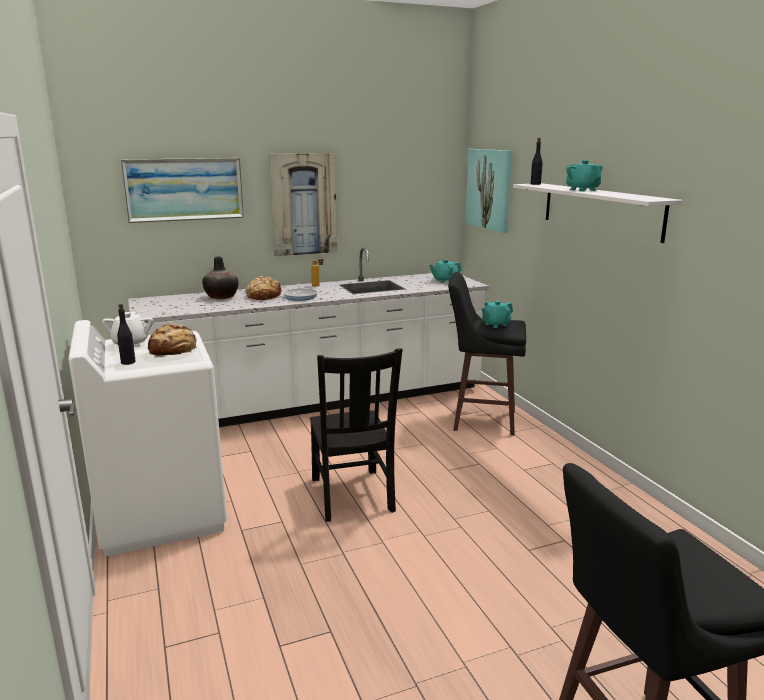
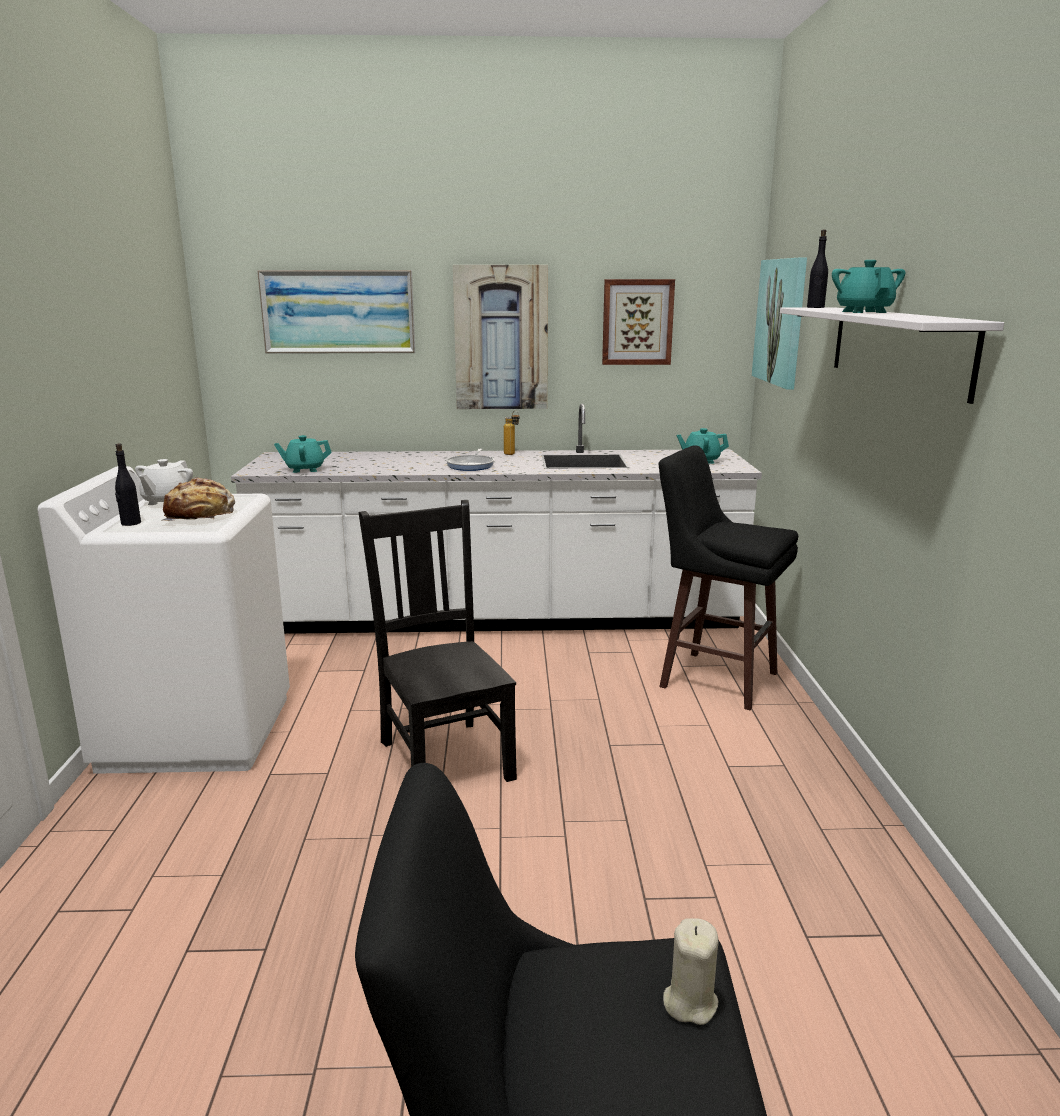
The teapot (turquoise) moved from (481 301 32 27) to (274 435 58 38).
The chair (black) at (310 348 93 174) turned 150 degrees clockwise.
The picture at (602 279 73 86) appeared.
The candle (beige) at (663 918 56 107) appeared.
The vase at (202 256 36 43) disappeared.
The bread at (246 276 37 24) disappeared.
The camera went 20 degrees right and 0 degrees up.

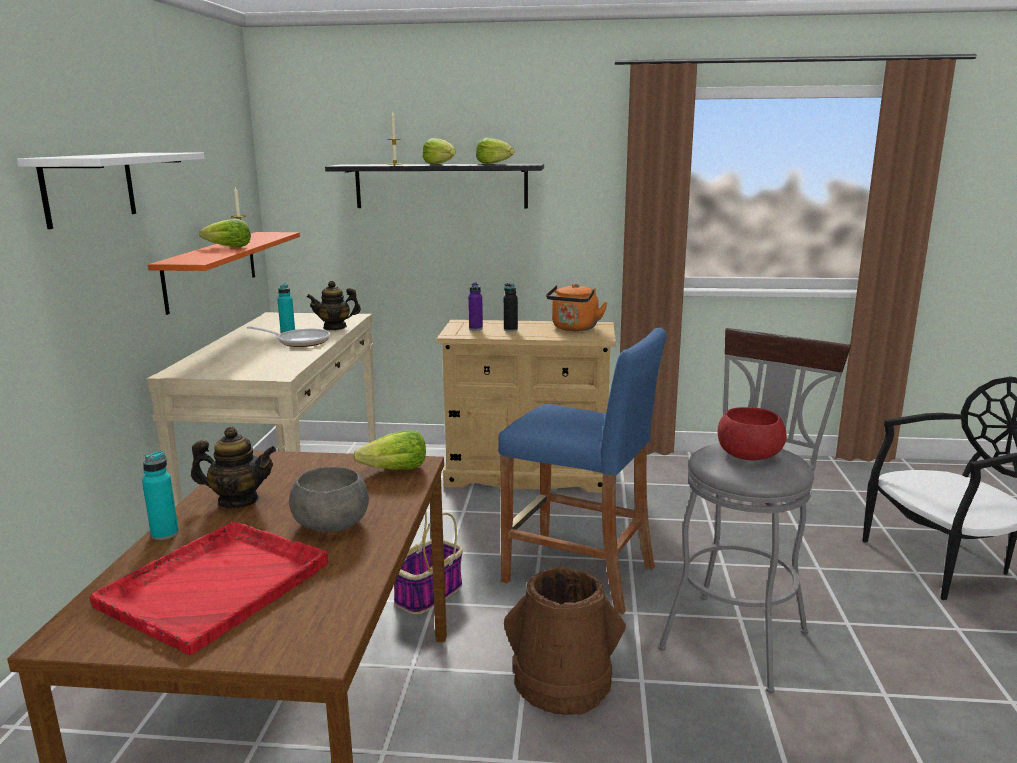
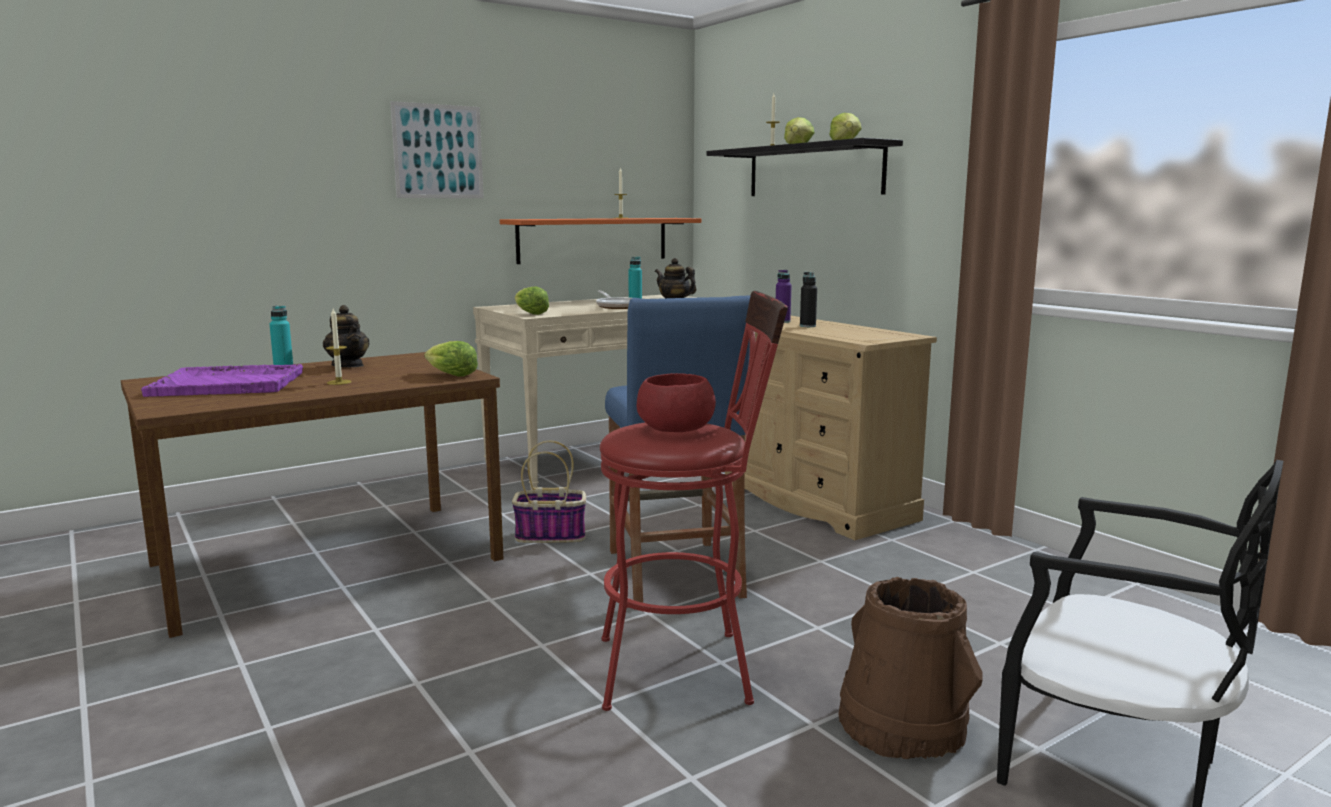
The tray (red) at (90 521 238 134) became the tray (purple) at (141 364 162 33).
The bowl (grey) at (289 467 80 66) was replaced by the candle at (326 308 26 77).
The shelf (white) at (17 153 187 76) was replaced by the picture at (390 101 94 97).
The lettuce moved from (199 219 52 29) to (515 287 34 28).
The stool (grey) at (658 328 193 365) became the stool (red) at (600 291 188 420).
The bucket (brown) moved from (504 566 122 149) to (838 577 145 182).
The kettle (orange) at (546 284 61 47) disappeared.
The camera went 50 degrees right and 5 degrees down.

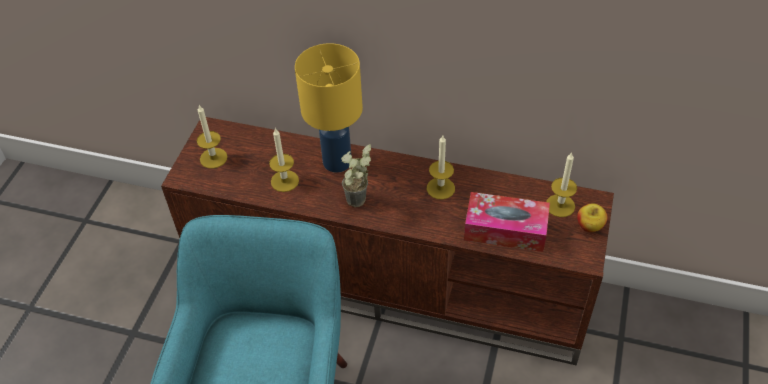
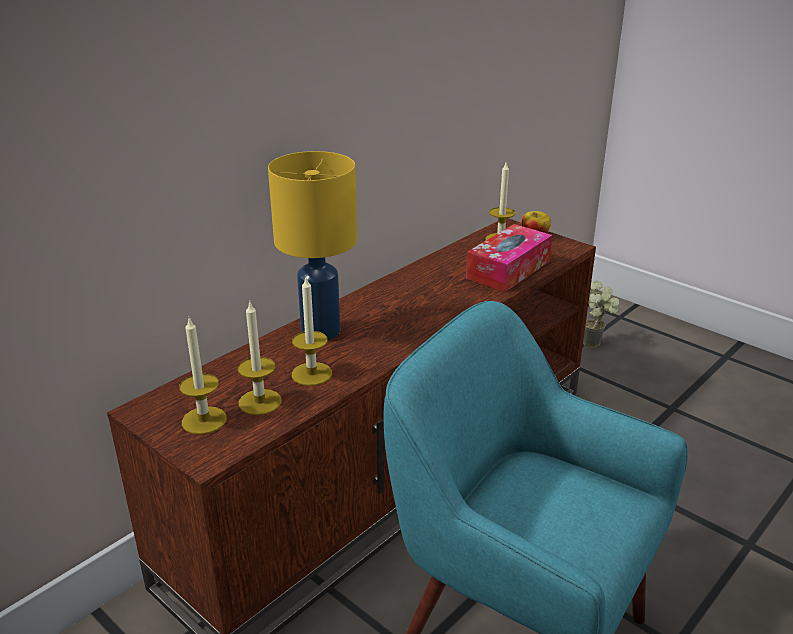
The candle moved from (427 135 28 65) to (238 302 44 113).
The potted plant moved from (341 144 30 63) to (583 281 36 67).
The camera went 65 degrees left and 20 degrees down.

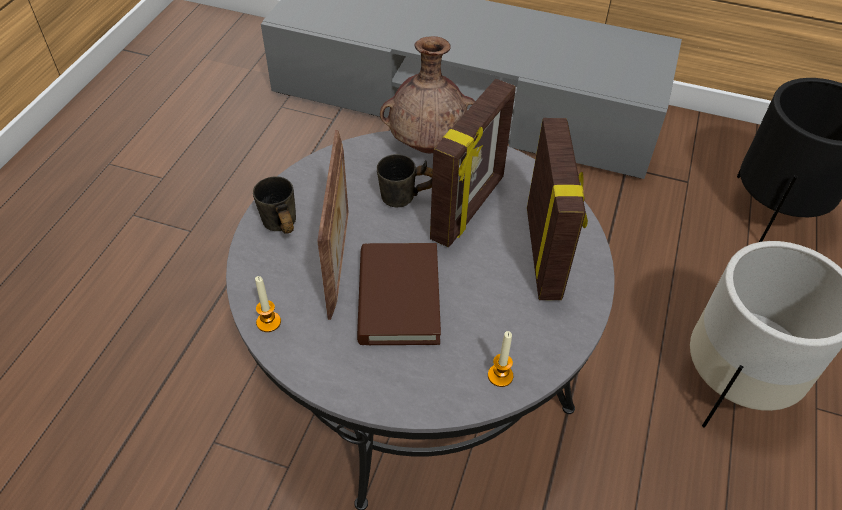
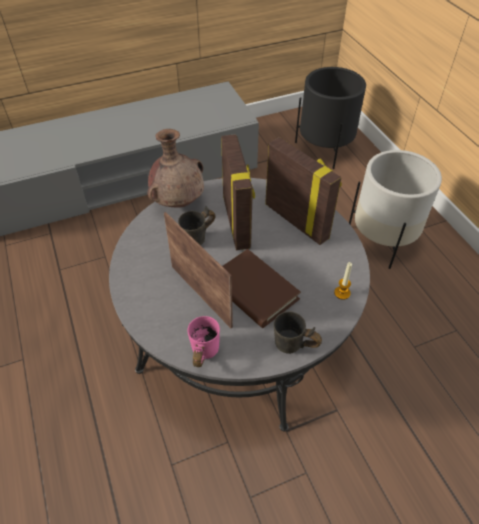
The candle at (255 276 26 56) was replaced by the mug (pink) at (187 316 33 51).
The mug (grey) moved from (253 176 43 58) to (274 312 48 42).
The camera went 40 degrees left and 0 degrees up.

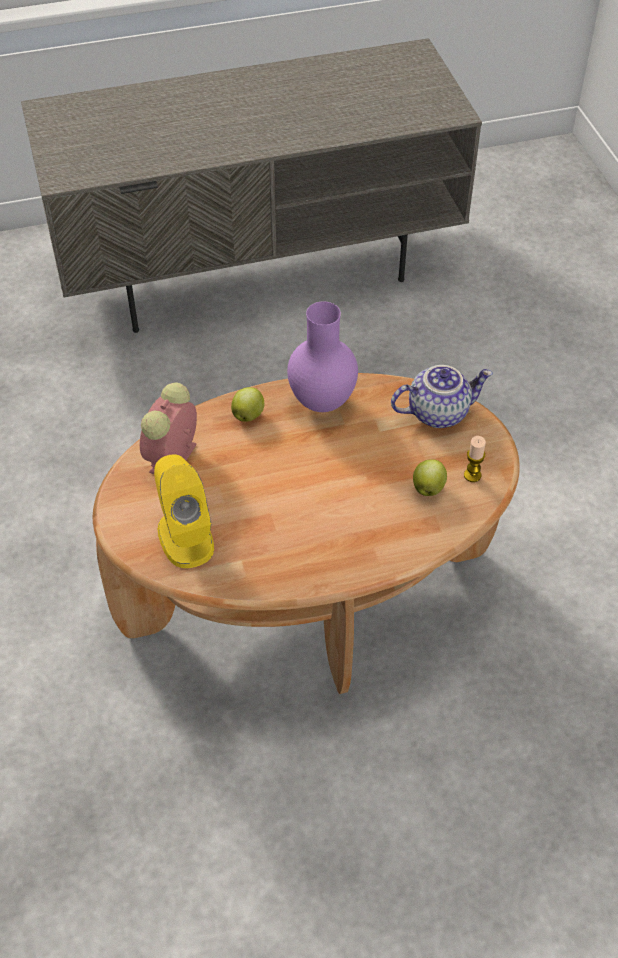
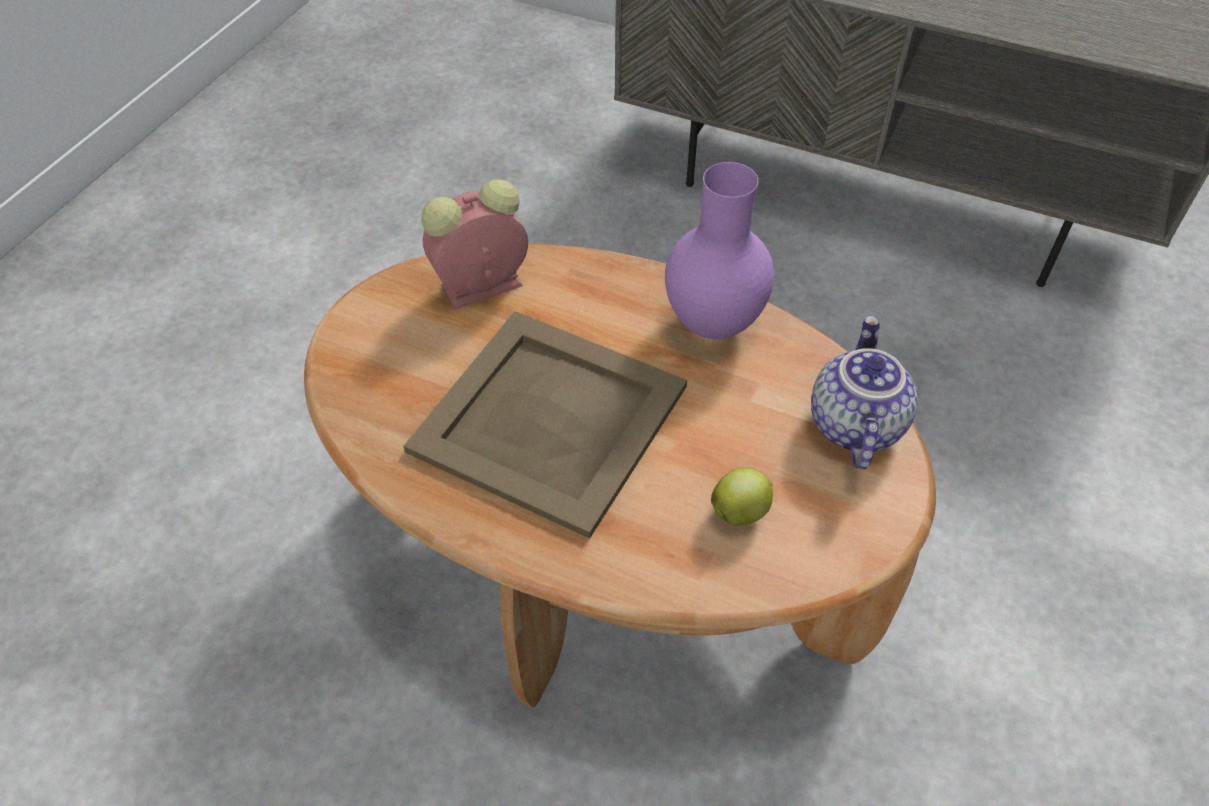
The tray (beige) at (403 311 284 228) appeared.
The teapot at (391 365 102 63) turned 105 degrees counterclockwise.
The speaker (yellow) at (154 454 60 114) disappeared.
The apple at (231 387 33 35) disappeared.
The candle at (464 436 22 46) disappeared.
The camera went 40 degrees right and 0 degrees up.

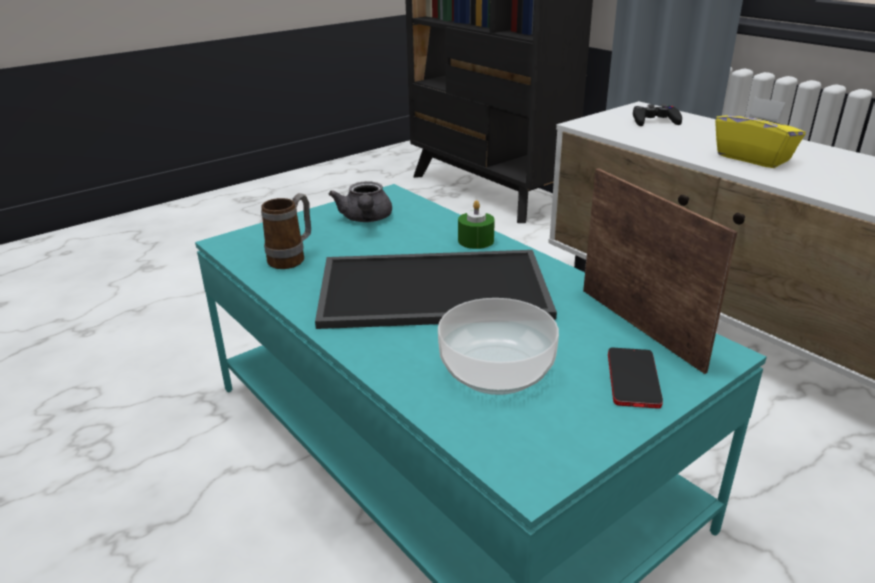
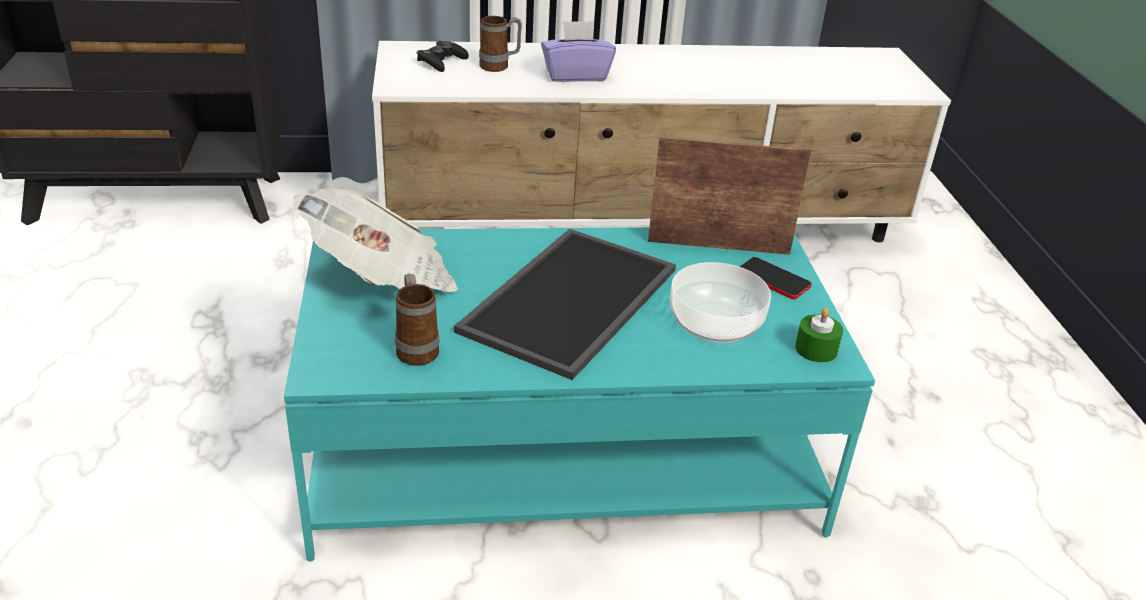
The teapot (grey) at (329 181 63 41) was replaced by the newspaper at (293 188 166 104).
The mug at (479 16 43 56) appeared.
The tissue box (yellow) at (715 97 91 71) became the tissue box (purple) at (541 21 75 61).
The candle (green) moved from (458 200 37 49) to (795 307 48 55).
The camera went 60 degrees left and 5 degrees up.

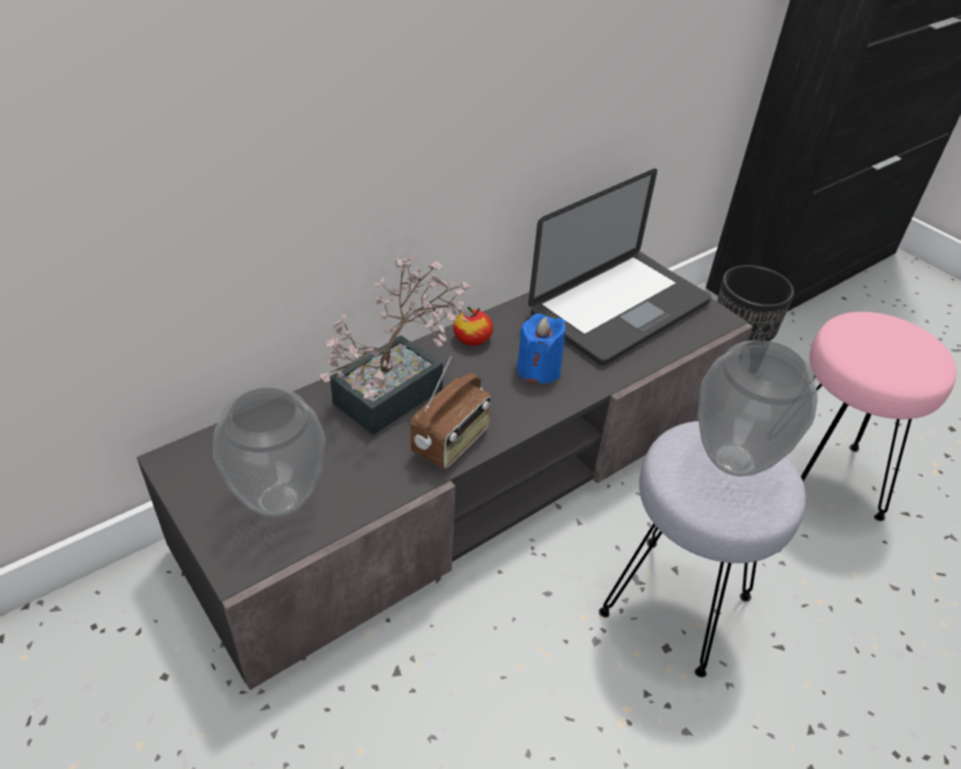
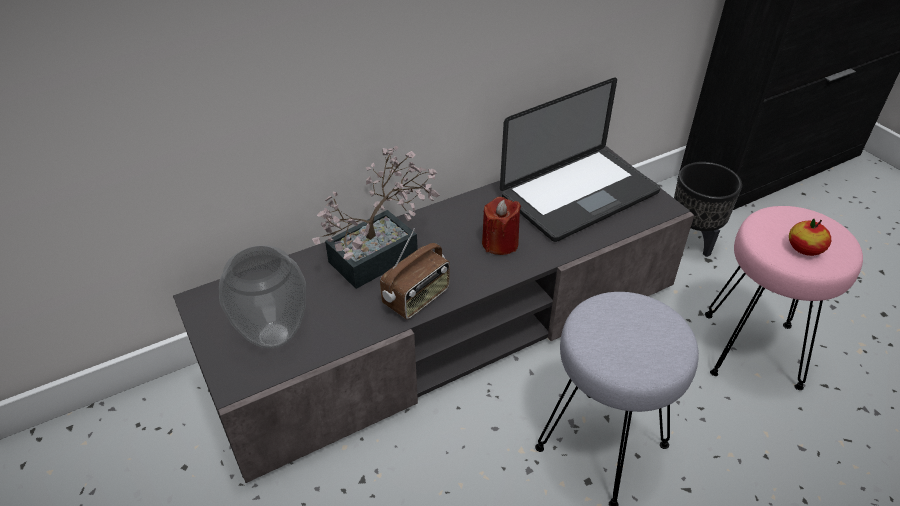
The candle (blue) at (517 314 49 70) became the candle (red) at (482 197 39 58).
The apple moved from (453 307 40 39) to (789 219 42 37).
The vase at (698 340 120 136) disappeared.
The camera went 10 degrees right and 0 degrees up.

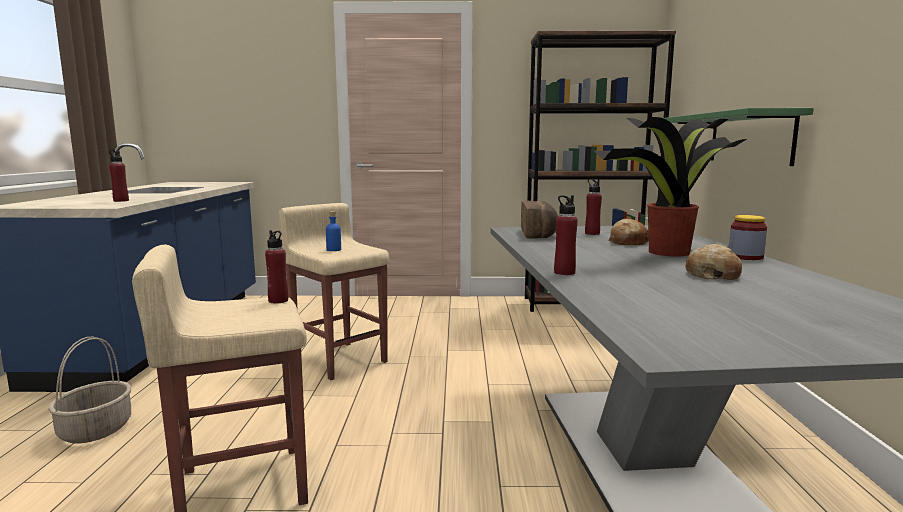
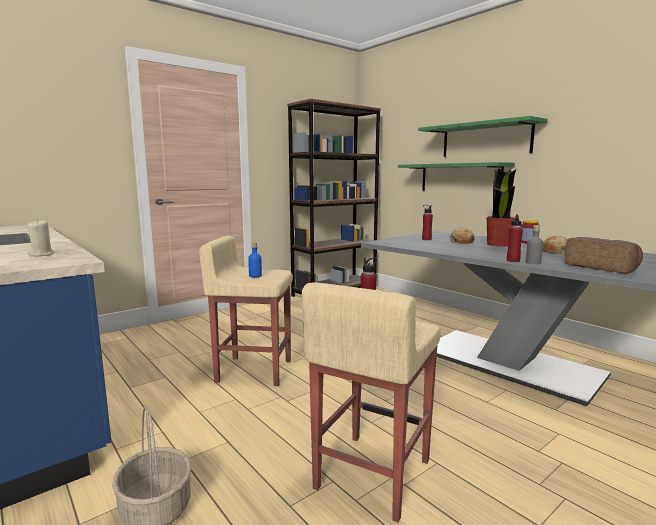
The bottle (red) at (109 150 20 52) was replaced by the candle (beige) at (28 219 26 37).
The shelf (green) at (418 116 130 41) appeared.
The bottle (grey) at (526 225 17 39) appeared.
The bread moved from (521 201 37 38) to (565 237 78 37).
The camera went 40 degrees left and 0 degrees up.

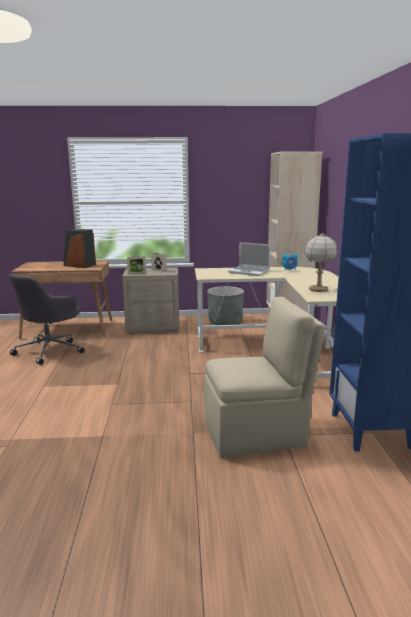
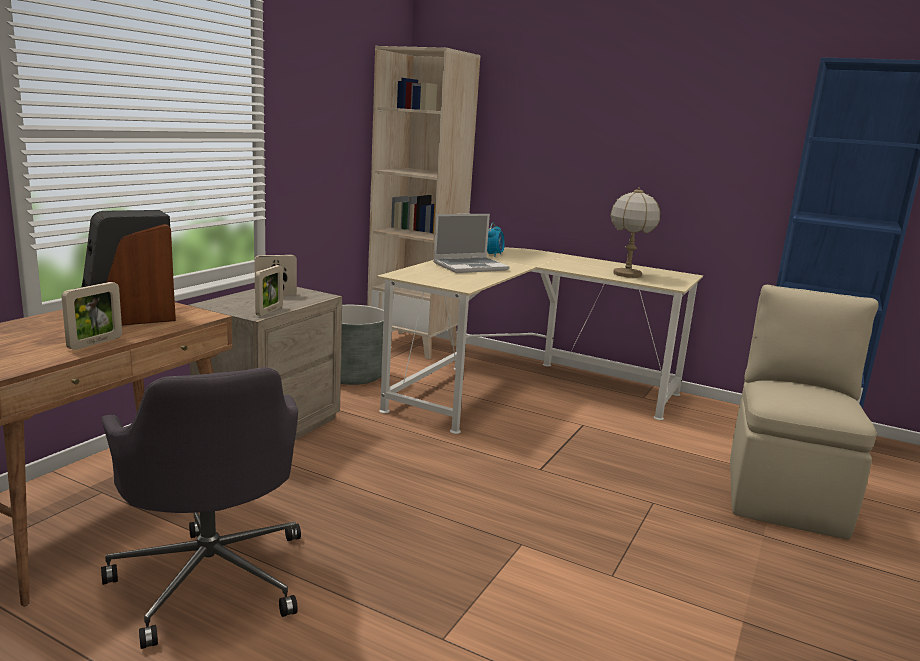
The picture frame at (62 282 60 68) appeared.
The camera went 60 degrees left and 0 degrees up.

